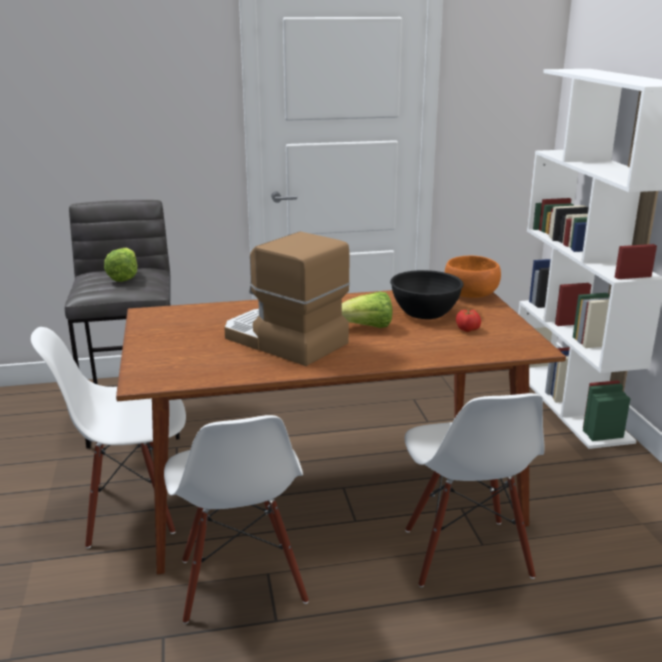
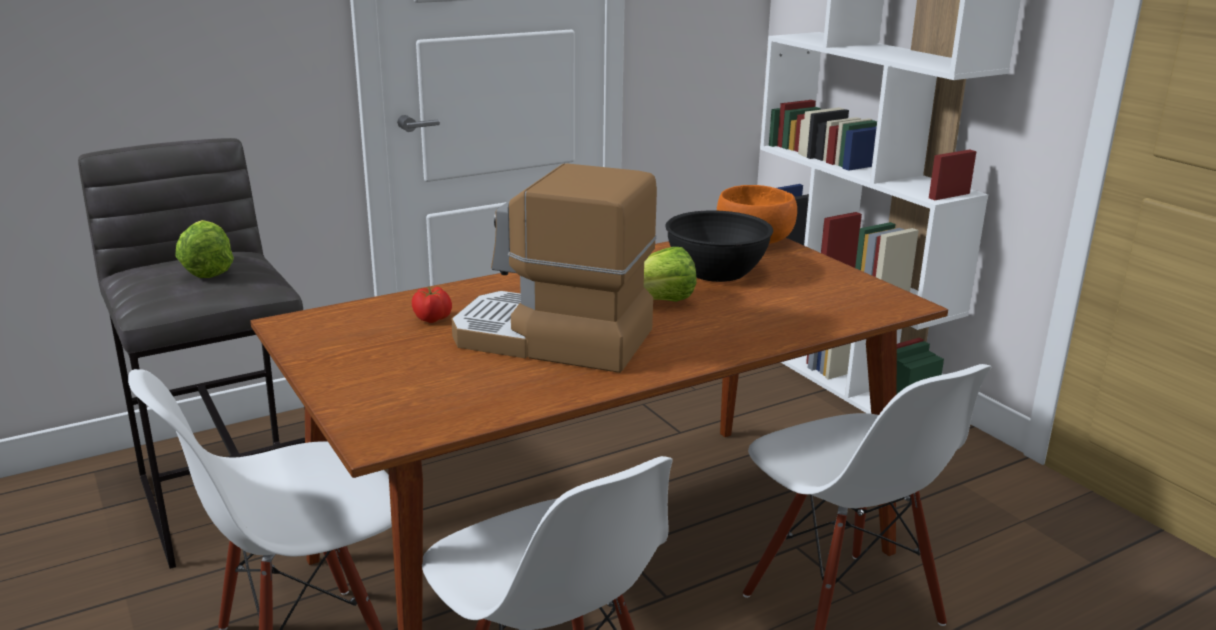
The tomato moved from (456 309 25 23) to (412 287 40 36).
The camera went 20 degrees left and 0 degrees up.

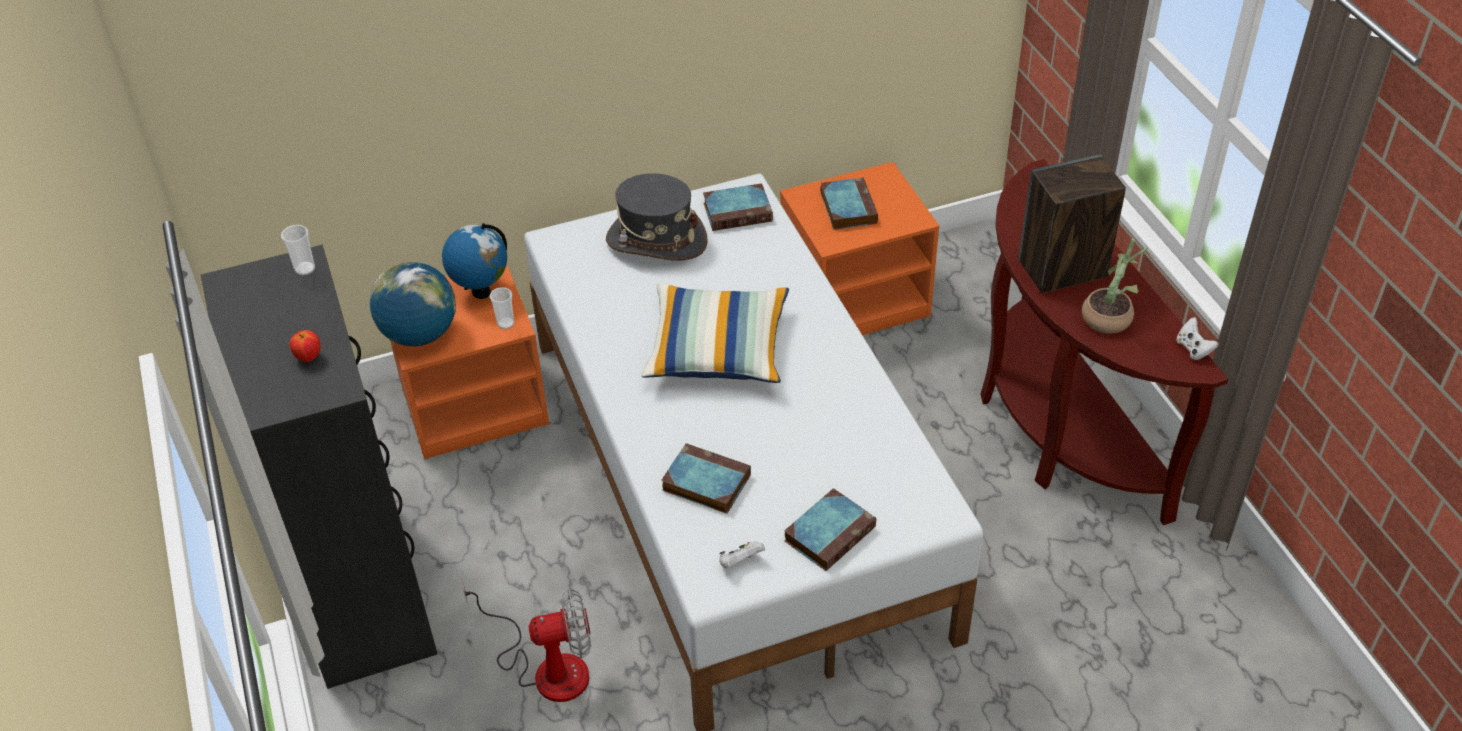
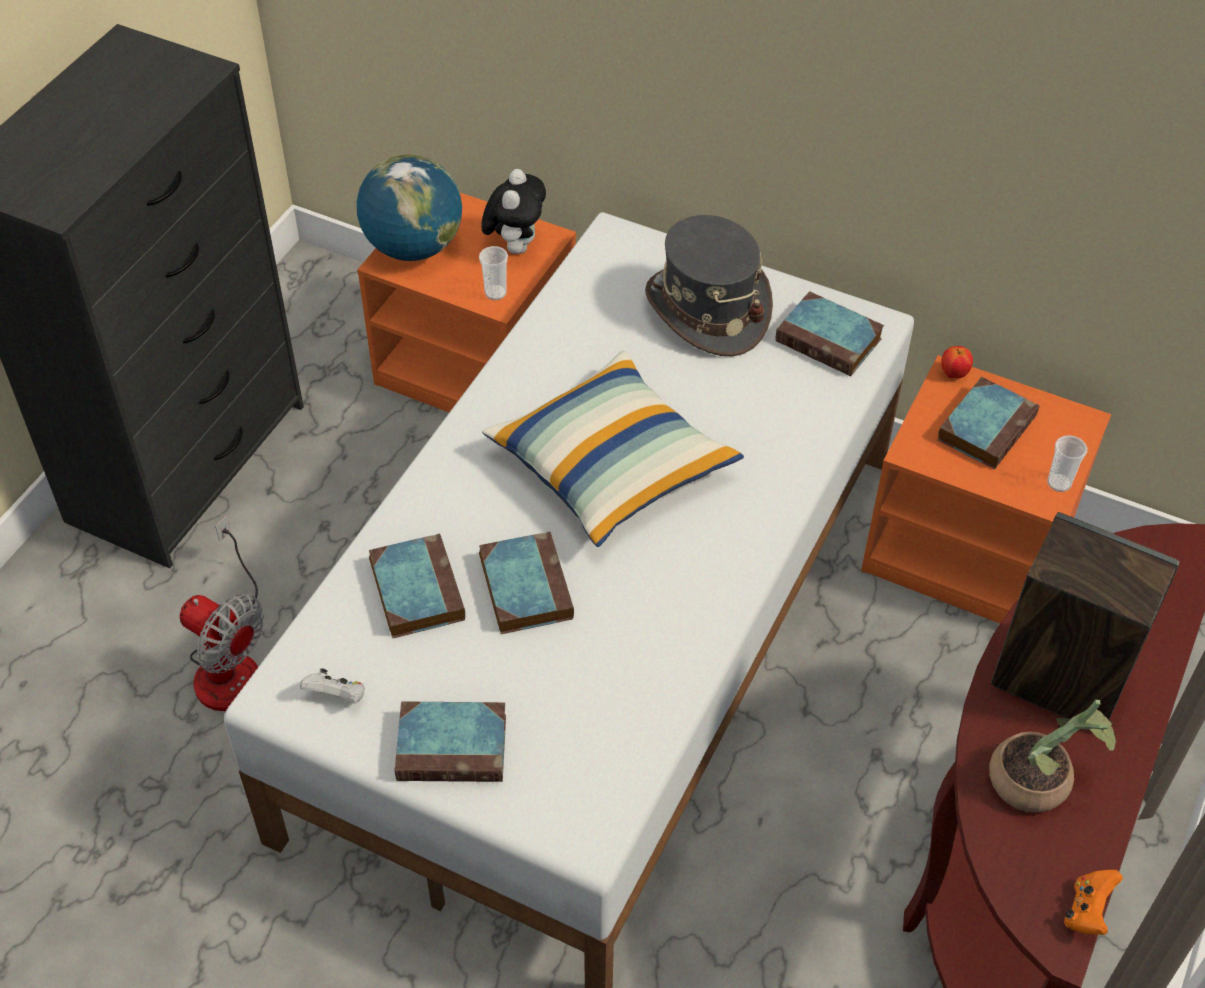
The book at (479 531 95 103) appeared.
The globe at (442 223 65 76) was replaced by the plush toy at (481 169 65 85).
The apple moved from (289 330 32 32) to (941 346 32 33).
The cup moved from (281 225 34 50) to (1047 435 40 57).
The game controller (white) at (1176 317 43 43) became the game controller (orange) at (1064 870 59 65).
The camera went 45 degrees right and 5 degrees up.

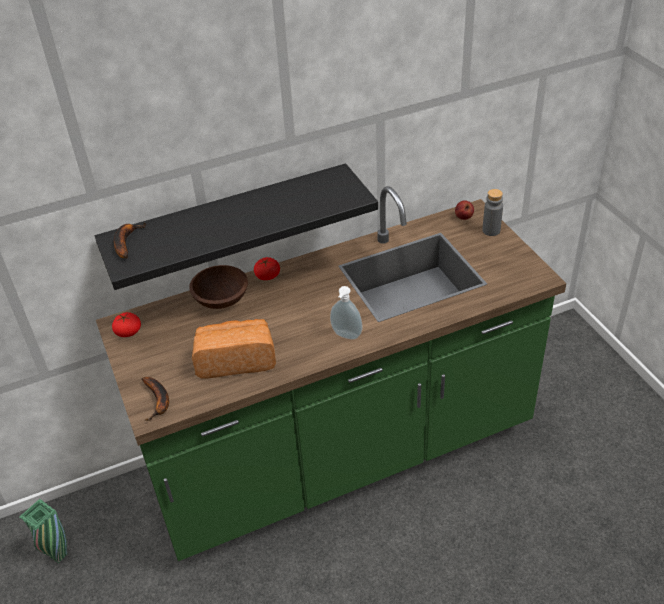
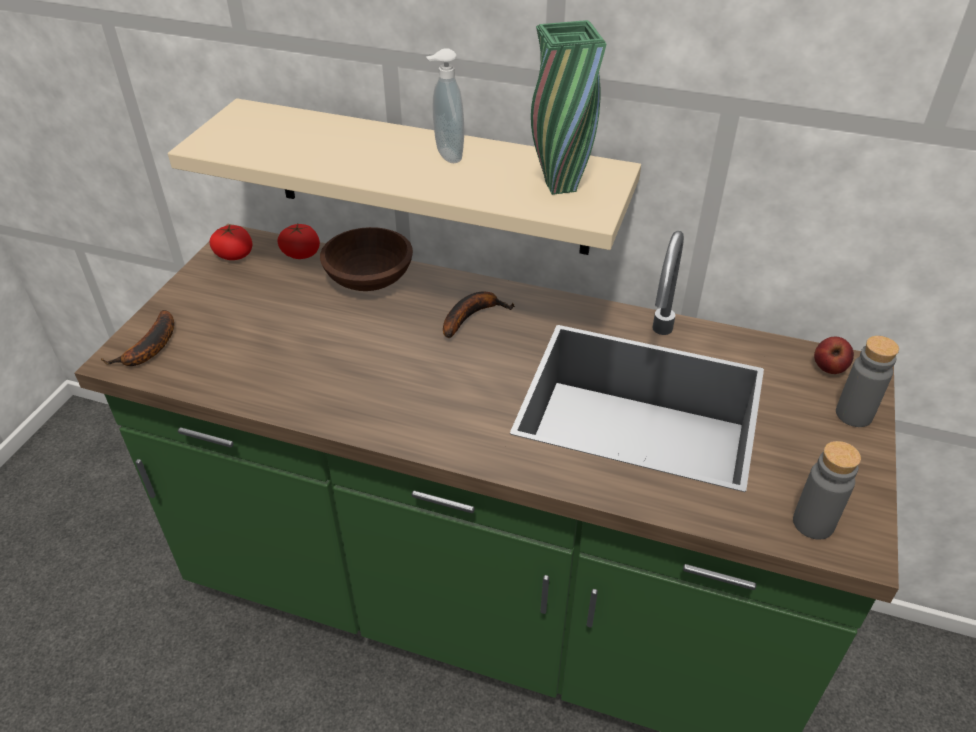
The shelf (black) at (95 163 283 127) became the shelf (beige) at (168 98 473 157).
The tomato moved from (254 257 26 23) to (278 224 42 35).
The soap dispenser moved from (330 286 32 54) to (426 48 38 115).
The banana moved from (114 223 33 35) to (443 291 72 47).
The vase (green) moved from (19 499 48 64) to (531 20 76 175).
The bottle (grey) at (793 441 68 99) appeared.
The bread at (192 319 84 60) disappeared.
The camera went 40 degrees right and 0 degrees up.

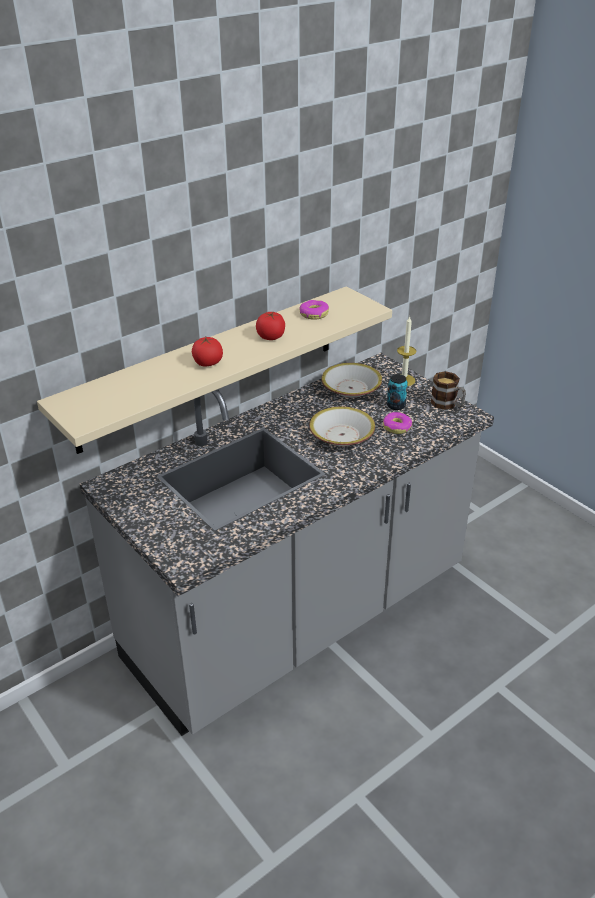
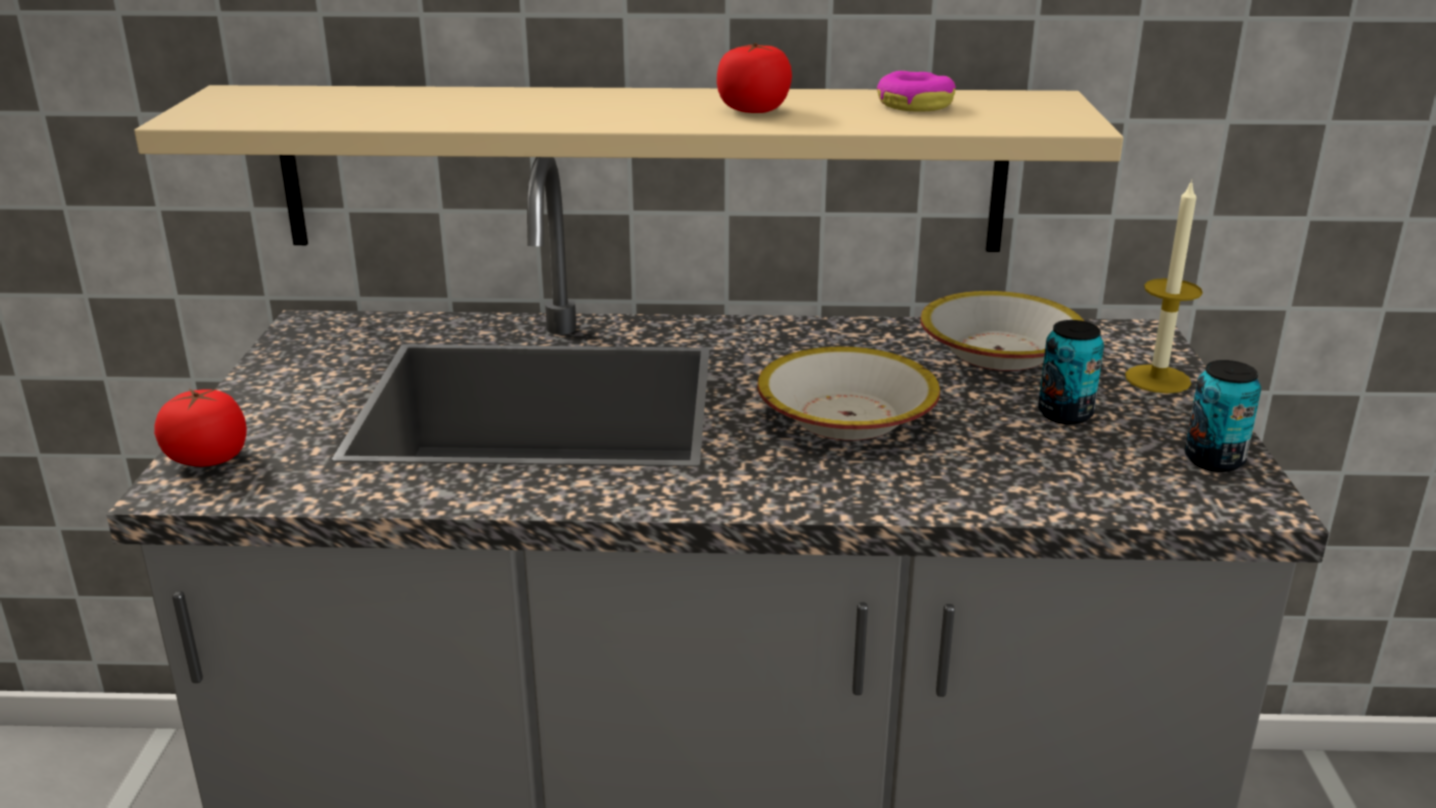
The tomato moved from (192 337 31 30) to (154 388 93 79).
The mug at (431 371 35 39) was replaced by the can at (1185 360 76 112).
The donut at (383 412 29 22) disappeared.
The camera went 40 degrees right and 10 degrees down.

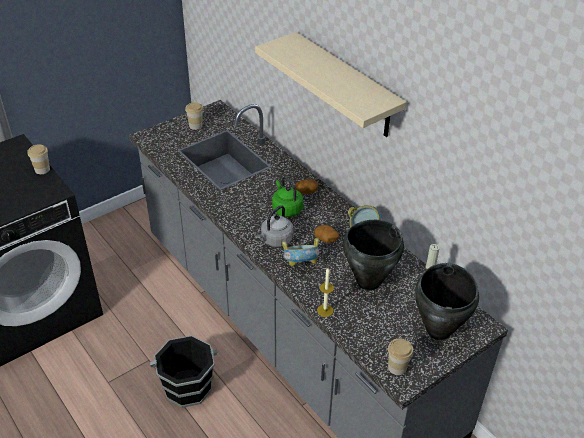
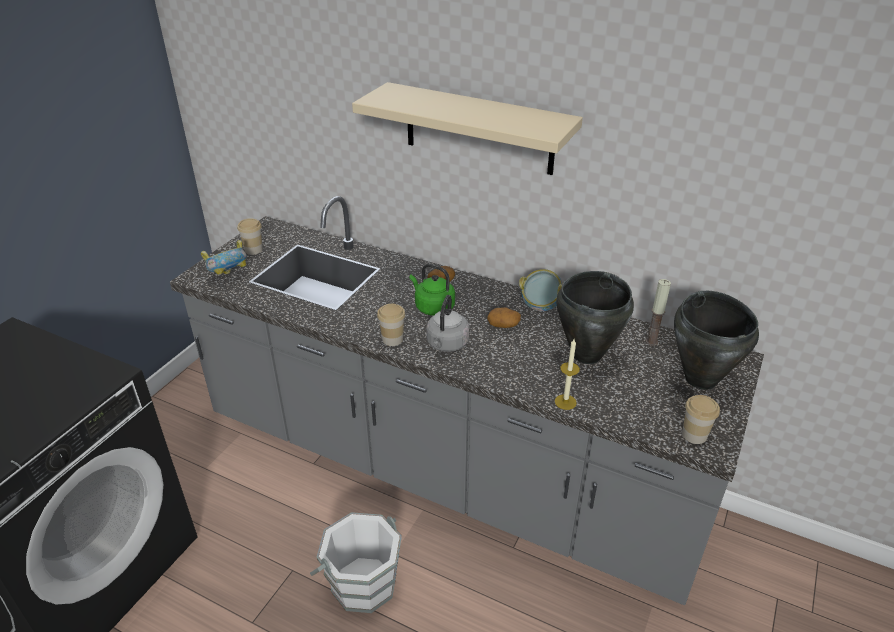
The bowl moved from (282 238 38 28) to (201 240 46 35).
The bucket (black) at (150 335 67 73) became the bucket (white) at (310 512 92 101).
The cup moved from (27 144 23 30) to (377 304 28 42).
The camera went 25 degrees left and 5 degrees down.

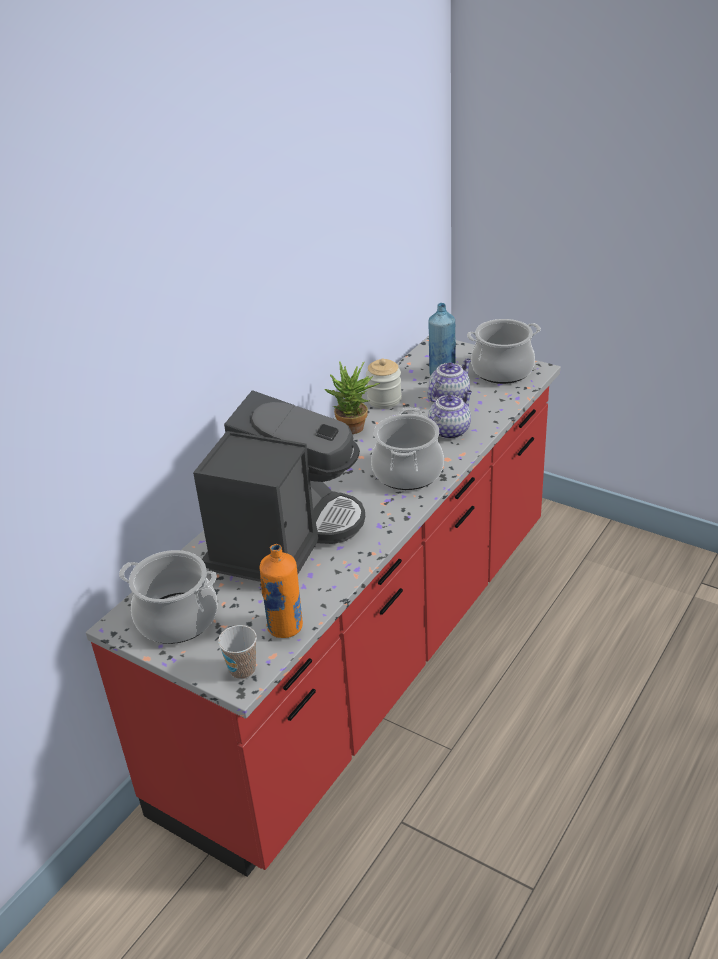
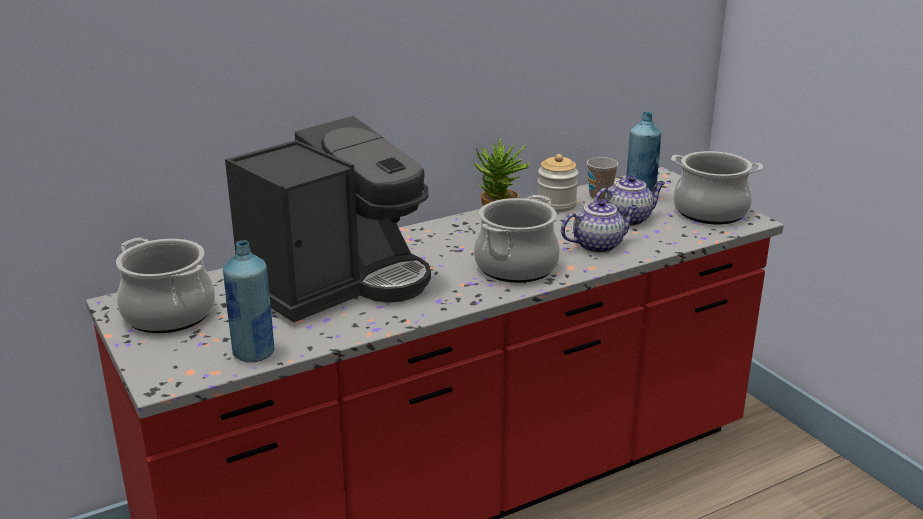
The bottle (orange) at (260 544 43 94) became the bottle (blue) at (223 241 51 121).
The cup moved from (218 625 39 54) to (587 157 31 43).
The camera went 25 degrees right and 10 degrees down.

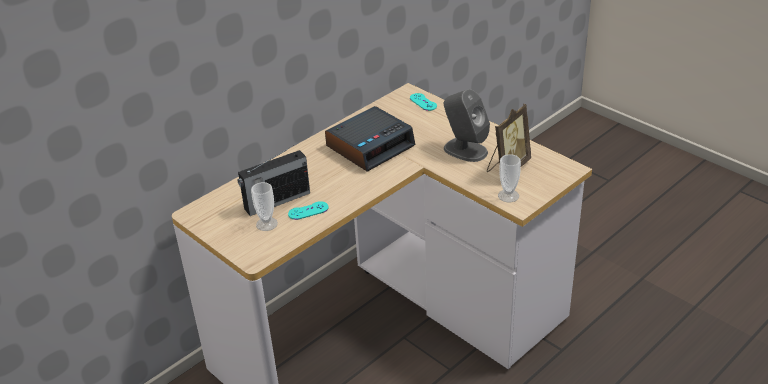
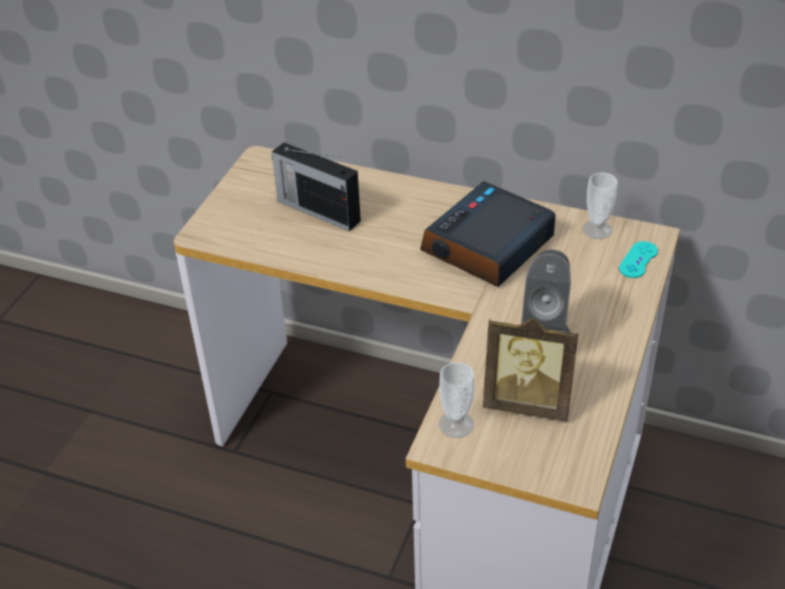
The alarm clock at (325 106 90 65) turned 105 degrees clockwise.
The cup moved from (251 182 27 49) to (583 173 35 66).
The game controller (turquoise) at (288 201 41 19) disappeared.
The camera went 65 degrees right and 5 degrees up.

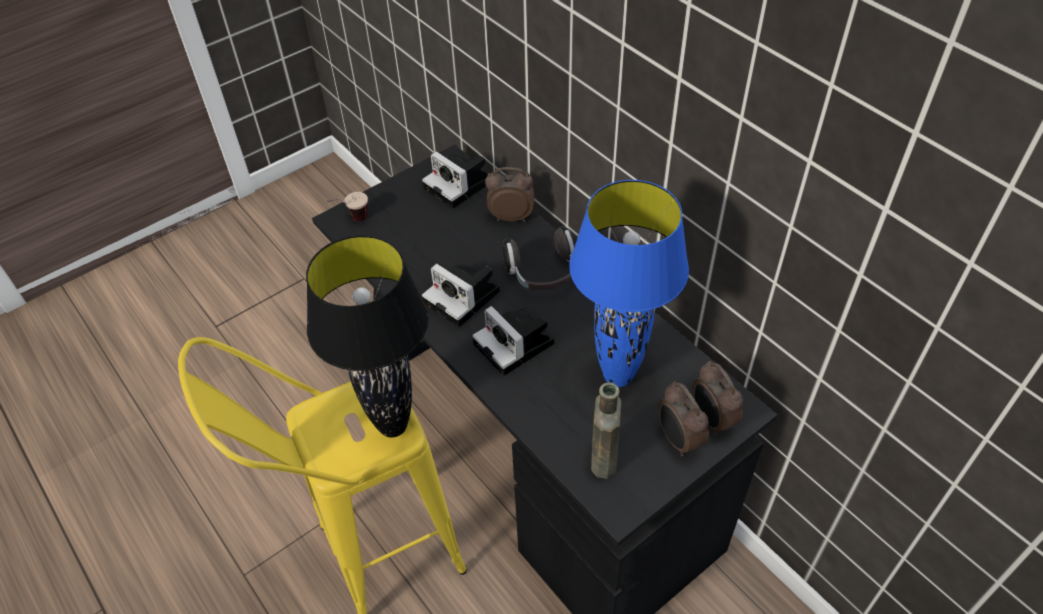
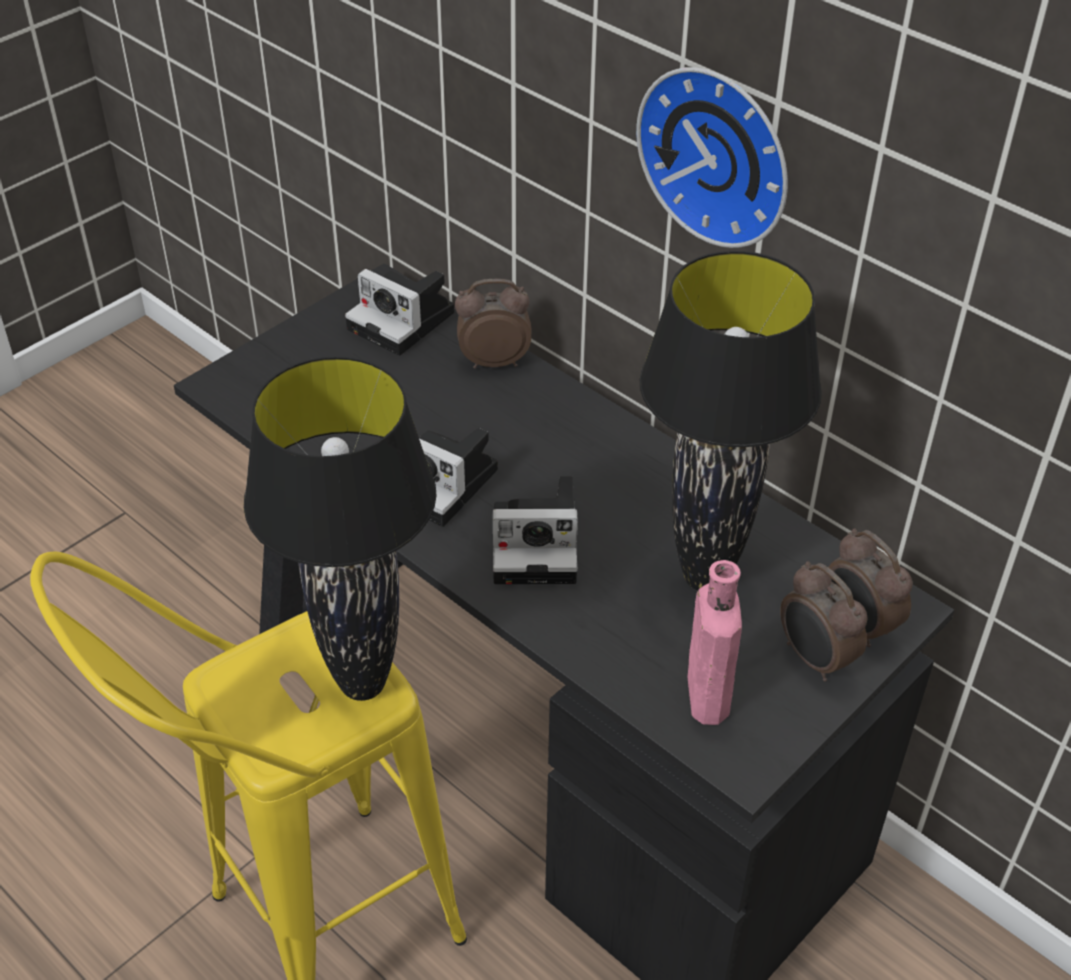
The photo camera at (472 306 83 70) turned 45 degrees counterclockwise.
The wall clock at (636 67 152 181) appeared.
The table lamp (blue) at (569 180 120 207) became the table lamp (black) at (640 251 182 340).
The bottle (brown) at (591 382 30 97) became the bottle (pink) at (687 560 55 165).
The cup at (326 192 42 29) disappeared.
The headphones at (502 227 73 63) disappeared.
The camera went 10 degrees left and 5 degrees down.

